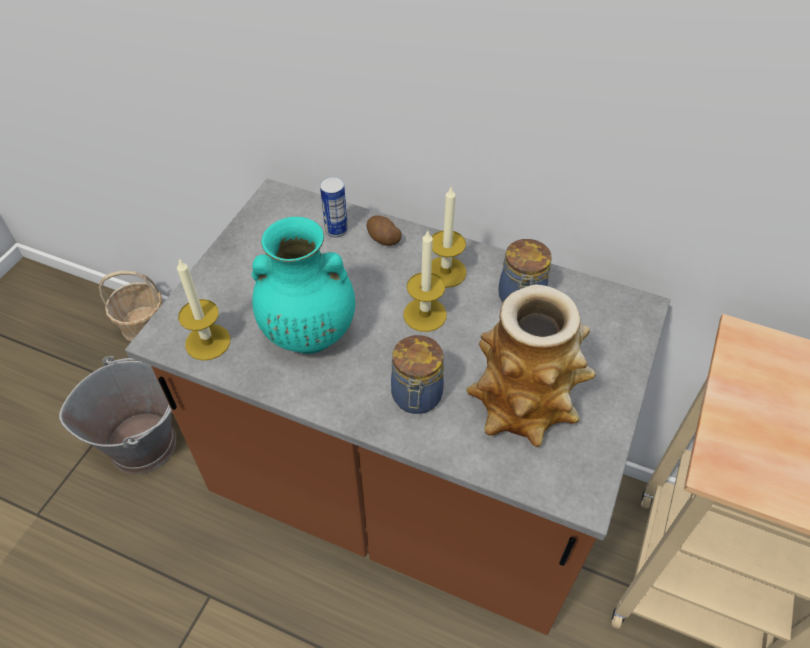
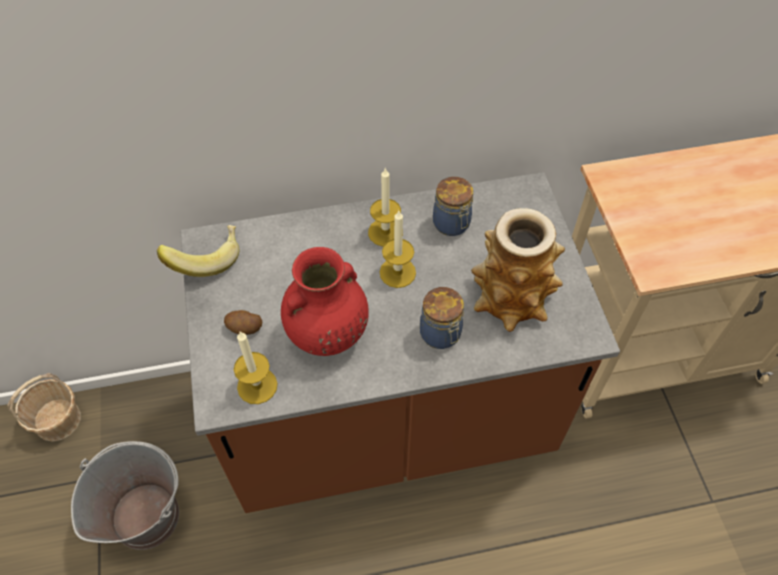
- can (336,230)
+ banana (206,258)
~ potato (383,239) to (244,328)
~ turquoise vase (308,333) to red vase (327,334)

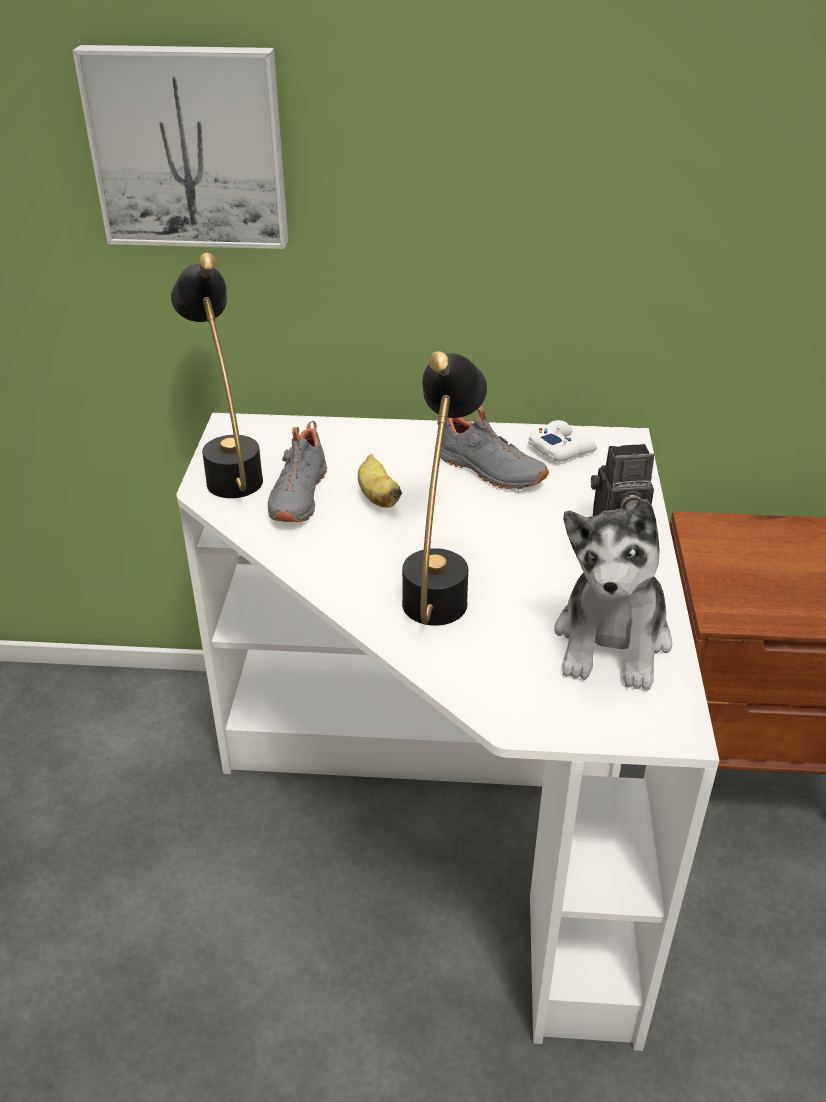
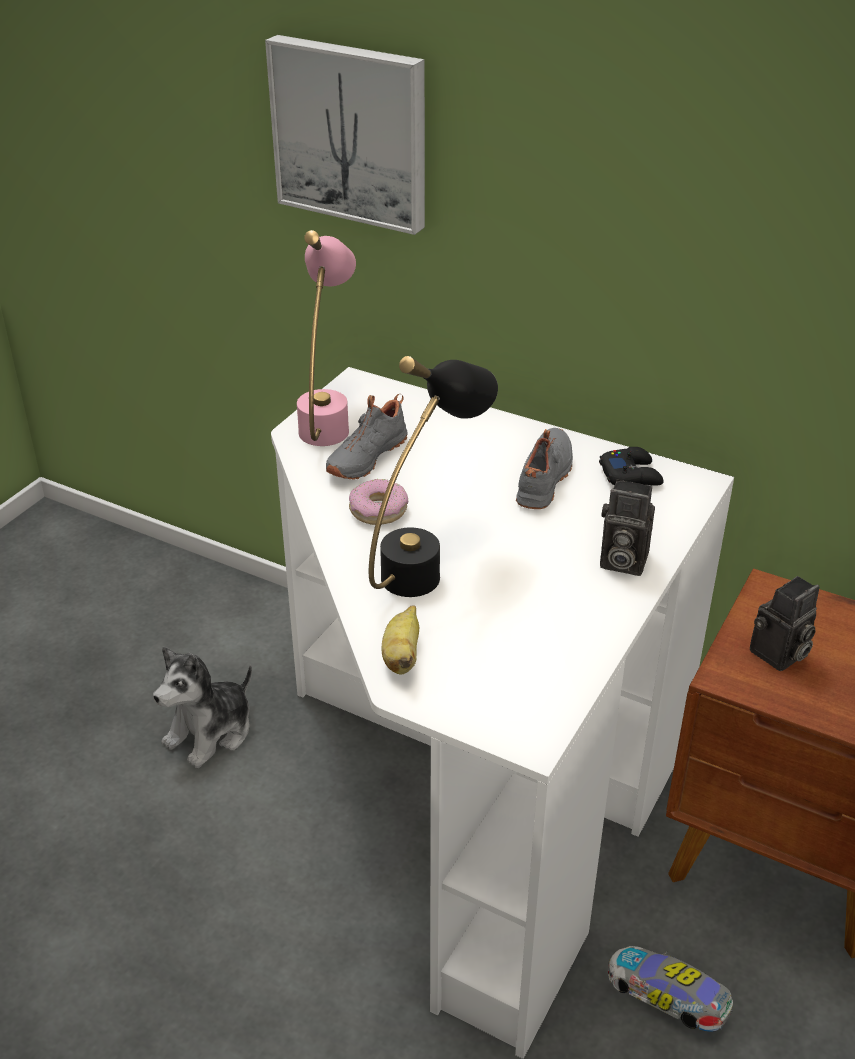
+ donut (378,510)
+ toy car (668,999)
+ photo camera (778,655)
~ banana (377,497) to (402,656)
~ plush toy (612,640) to (211,732)
~ black table lamp (229,468) to pink table lamp (328,419)
~ white game controller (561,448) to black game controller (631,475)
~ grey shoe (489,471) = (546,478) 135 degrees counterclockwise

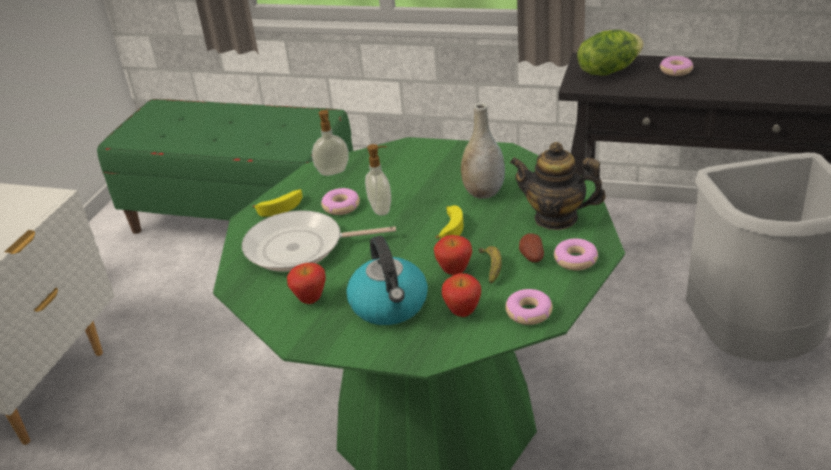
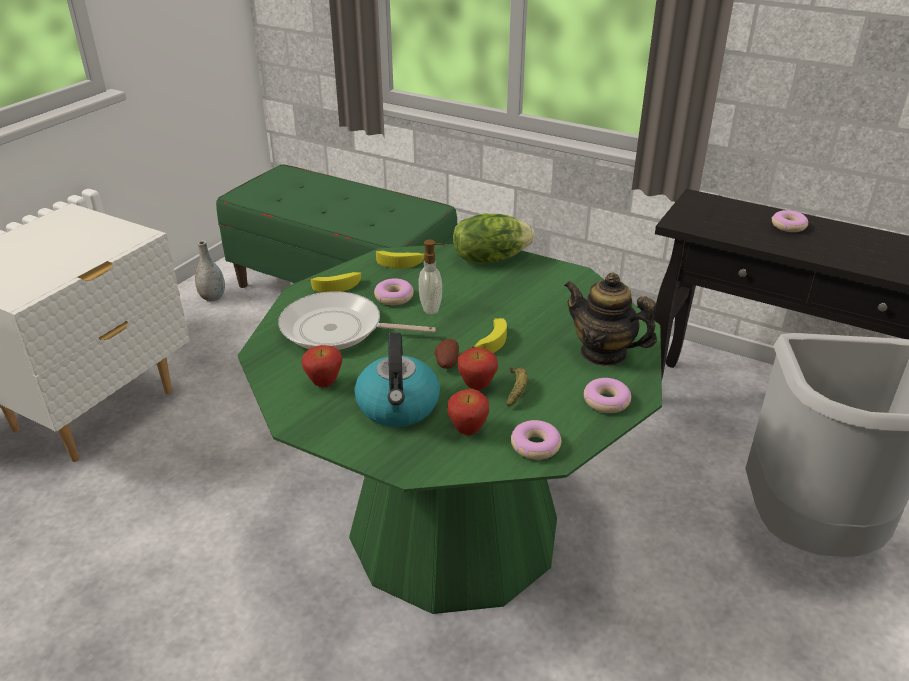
~ grey vase (484,193) to (212,297)
~ potato (531,257) to (446,363)
~ lettuce (608,70) to (490,258)
~ soap dispenser (333,172) to banana (401,262)

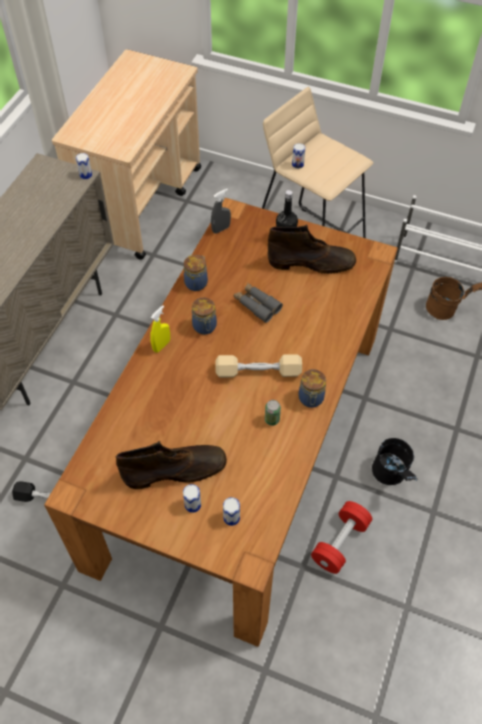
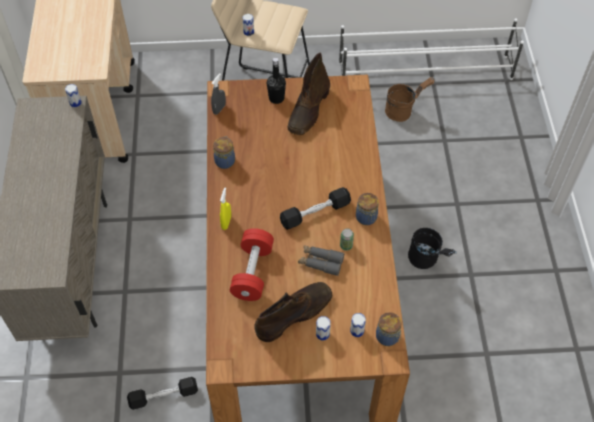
~ jar (205,327) to (388,337)
~ grey binoculars (257,305) to (320,262)
~ red dumbbell (340,542) to (252,272)
~ beige dumbbell (258,372) to black dumbbell (315,213)
~ brown boot (312,263) = (308,110) 135 degrees clockwise

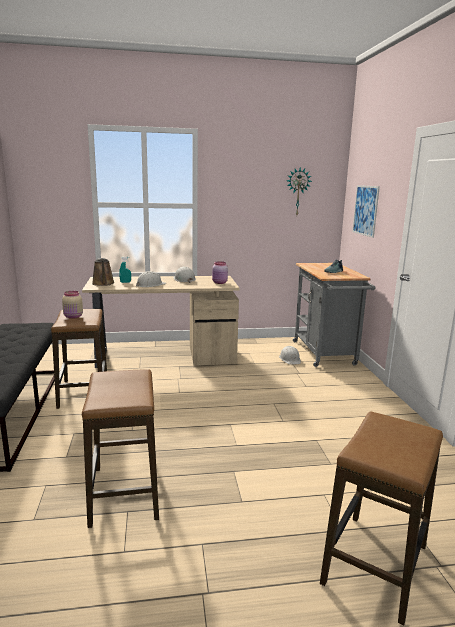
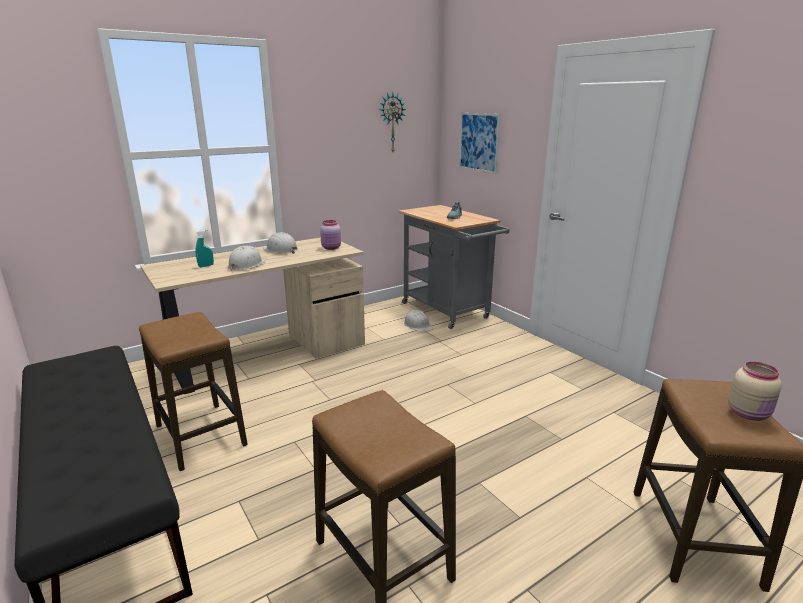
- brown watering can (103,284)
~ beige jar (73,317) to (749,414)

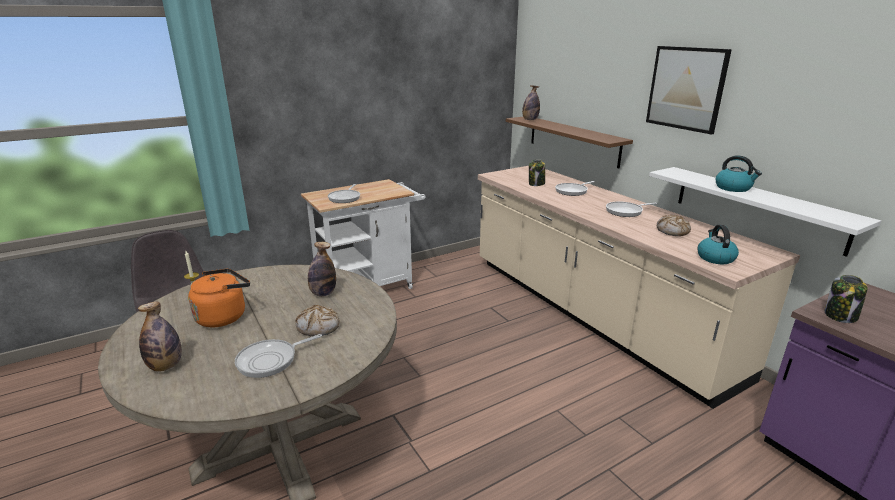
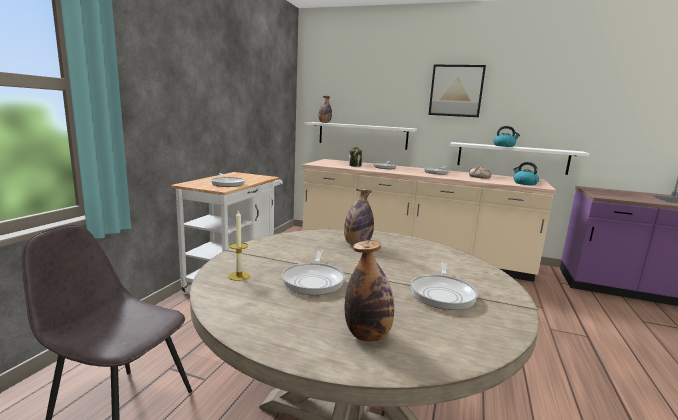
- bread (318,327)
- jar (840,316)
~ orange kettle (224,316) to frying pan (314,280)
~ brown shelf (573,140) to white shelf (362,135)

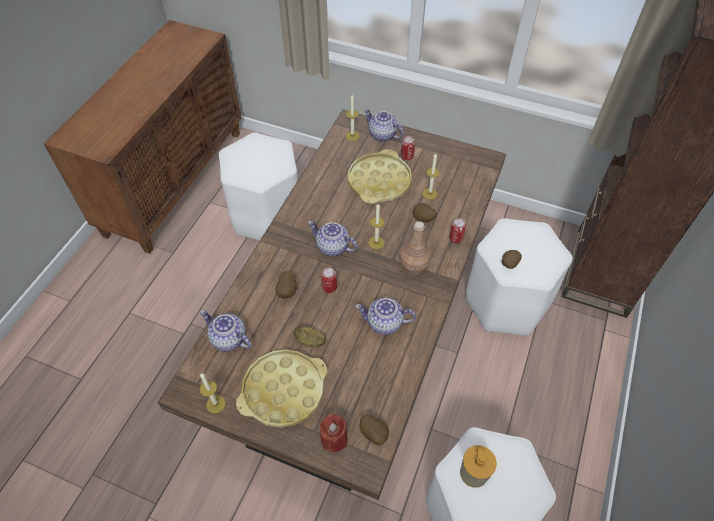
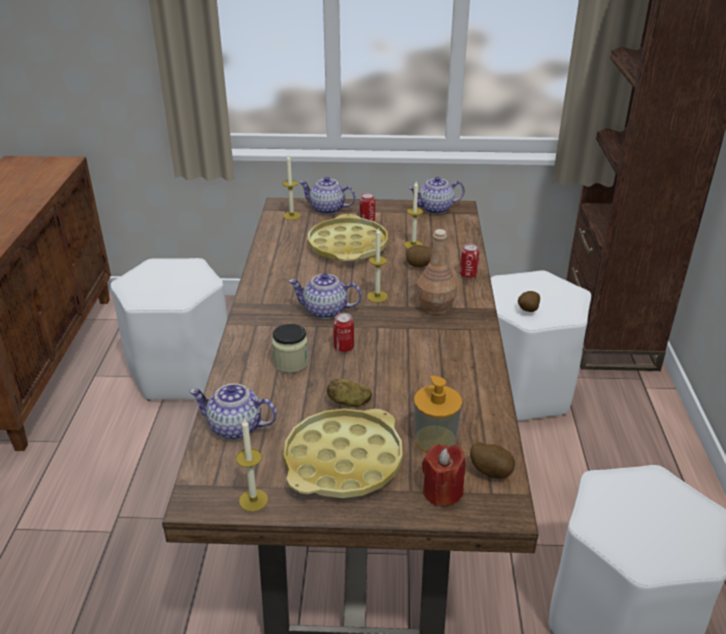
~ teapot (385,323) to (436,209)
~ soap dispenser (474,473) to (435,440)
~ potato (287,291) to jar (291,363)

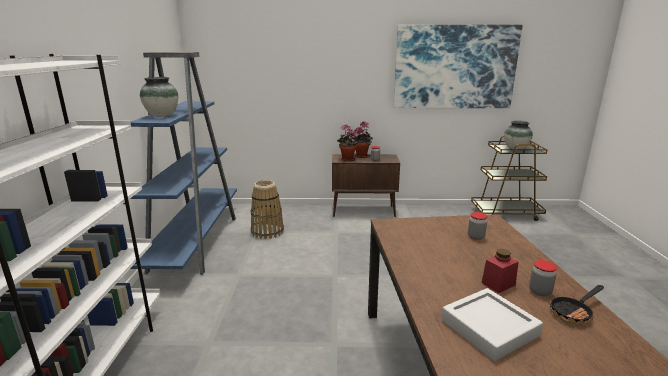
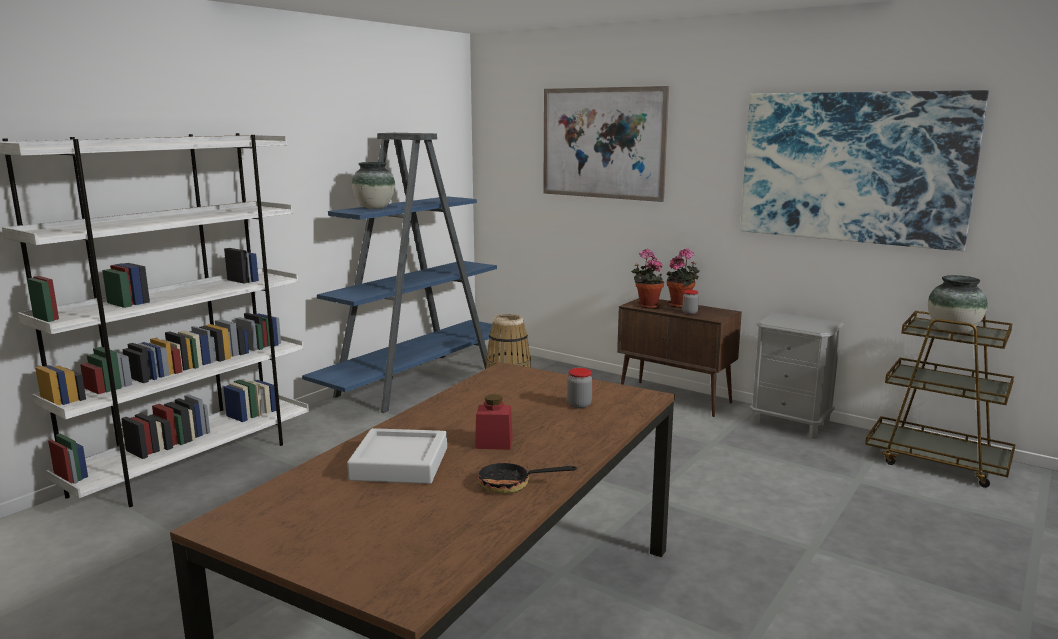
- jar (540,291)
+ picture (602,143)
+ grey nightstand (790,424)

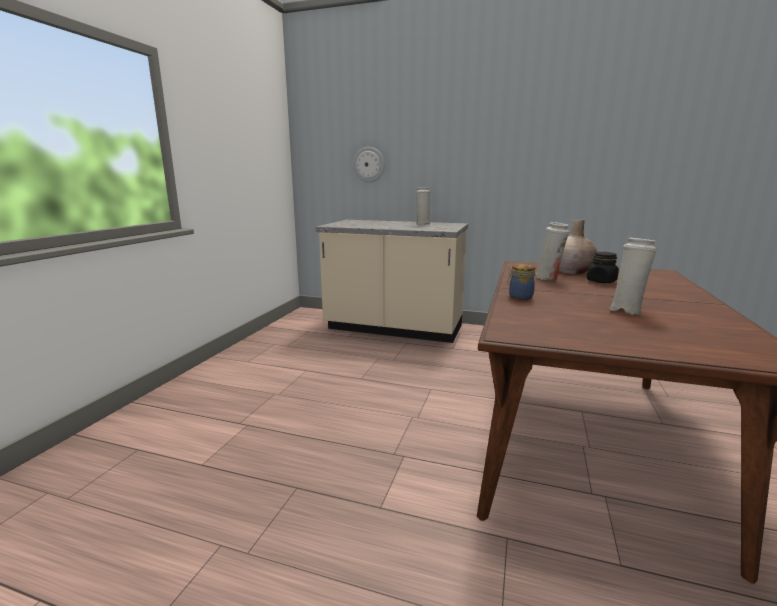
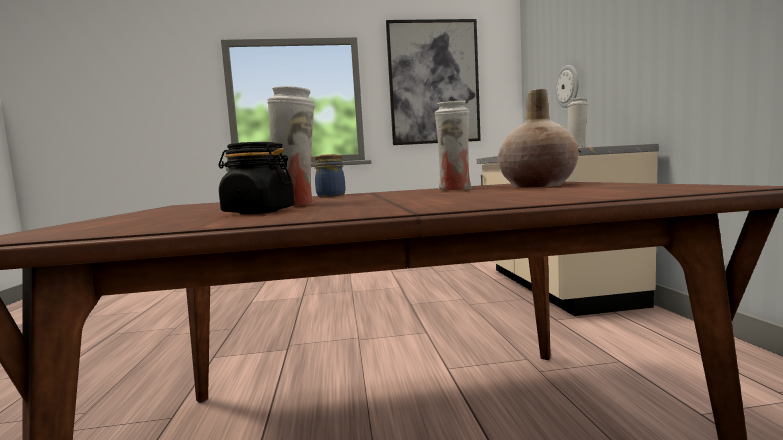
+ picture (433,83)
~ black jar (601,281) to (258,212)

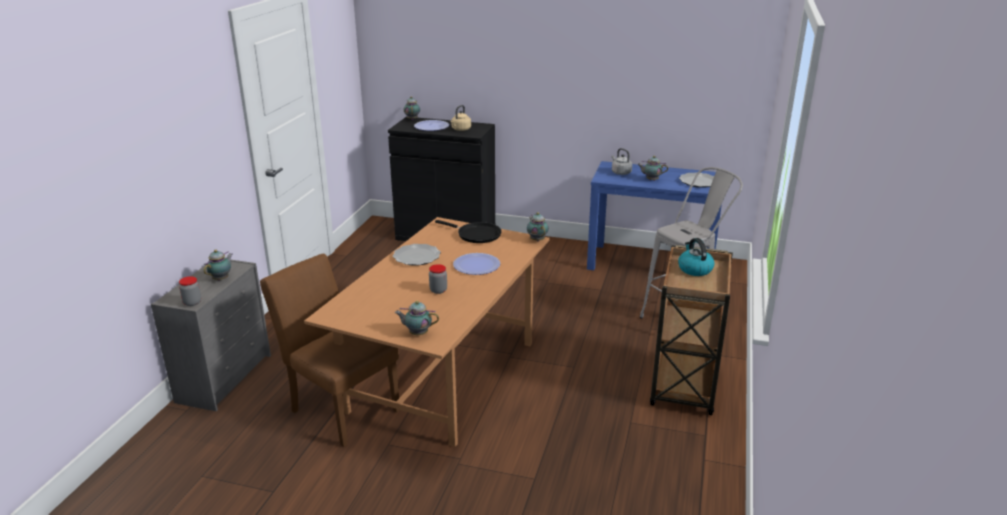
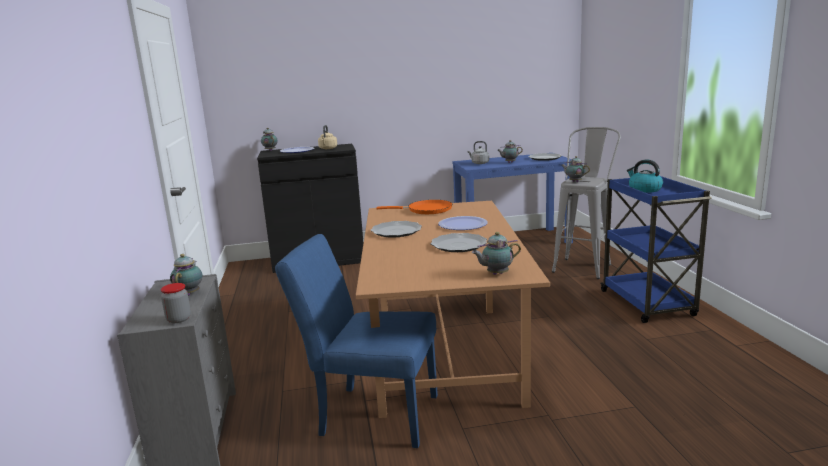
~ teapot (537,239) to (574,181)
~ jar (438,290) to plate (459,245)
~ brown chair (339,407) to blue chair (370,414)
~ black frying pan (476,235) to orange frying pan (426,210)
~ brown cart (684,386) to blue cart (648,304)

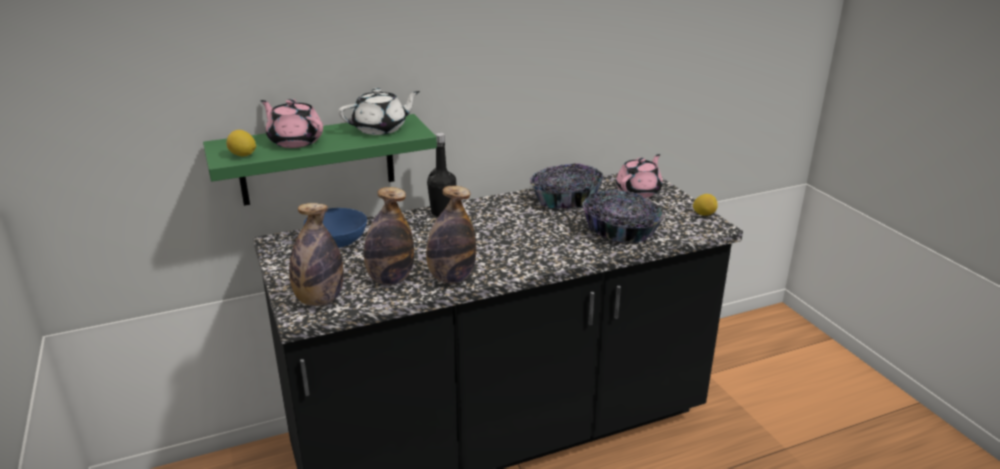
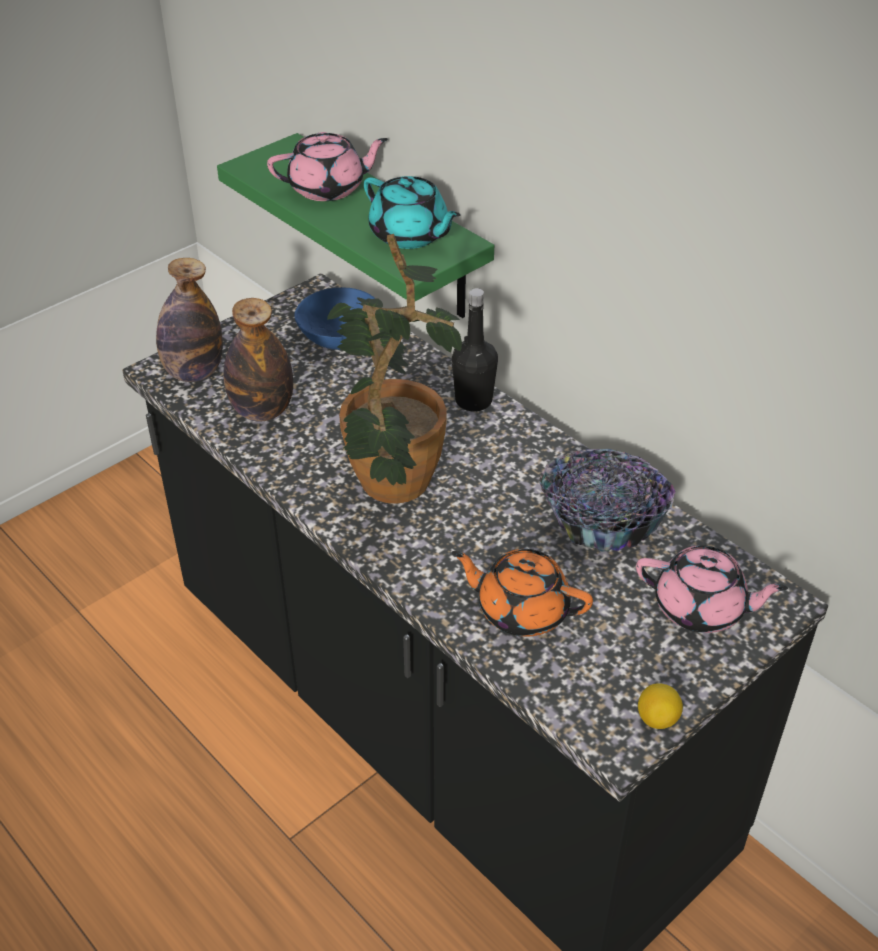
- lemon (243,155)
- bottle (451,278)
+ potted plant (389,492)
~ bowl (620,231) to orange teapot (521,610)
~ white teapot (381,129) to turquoise teapot (410,235)
~ pink teapot (295,141) = (328,188) 60 degrees clockwise

